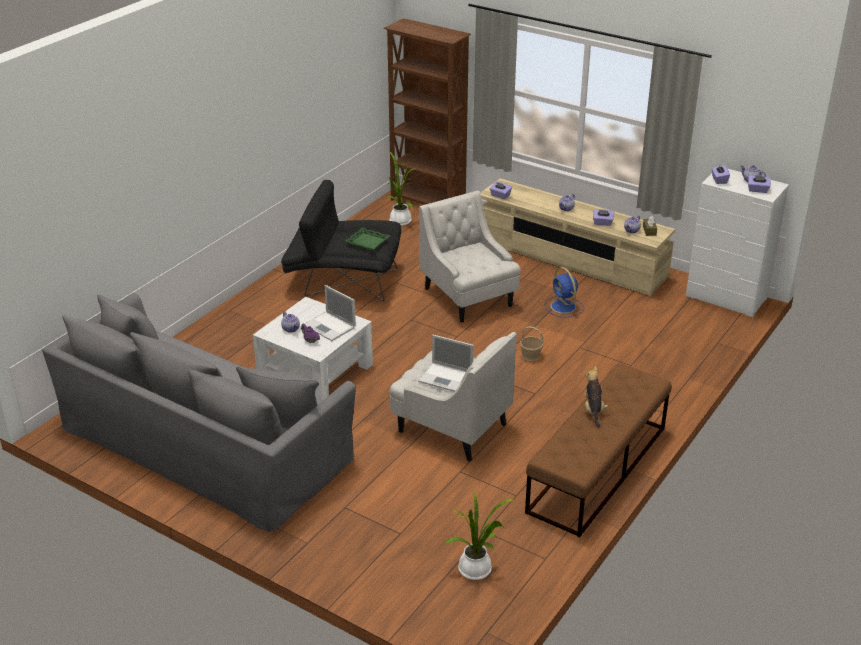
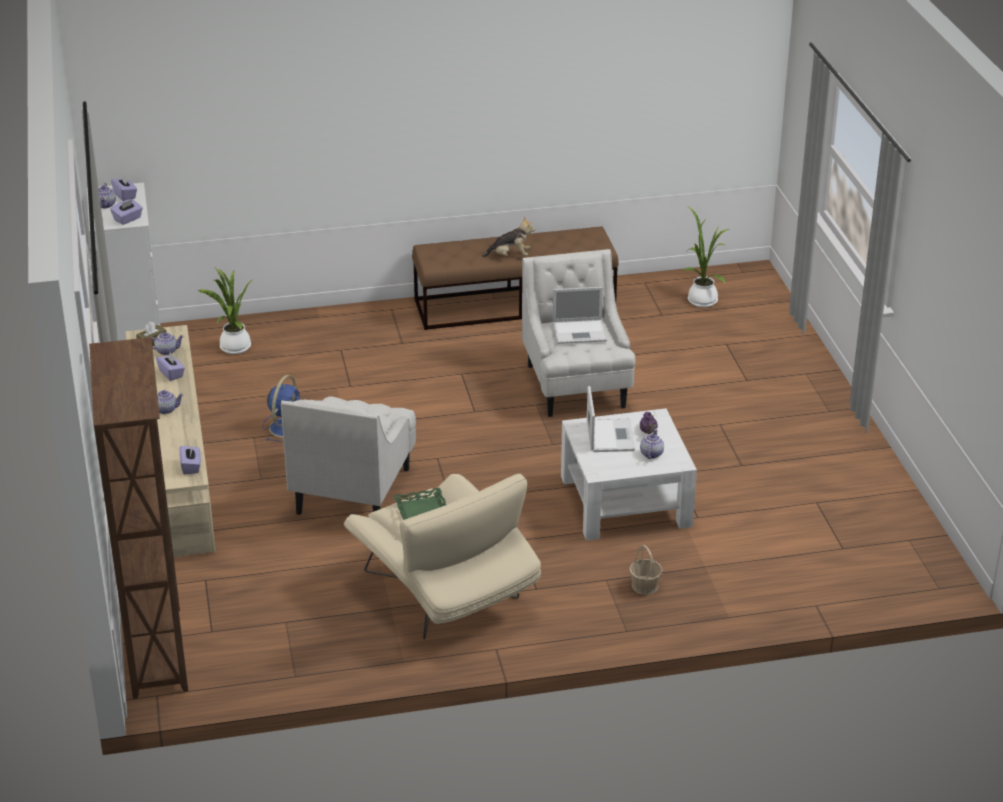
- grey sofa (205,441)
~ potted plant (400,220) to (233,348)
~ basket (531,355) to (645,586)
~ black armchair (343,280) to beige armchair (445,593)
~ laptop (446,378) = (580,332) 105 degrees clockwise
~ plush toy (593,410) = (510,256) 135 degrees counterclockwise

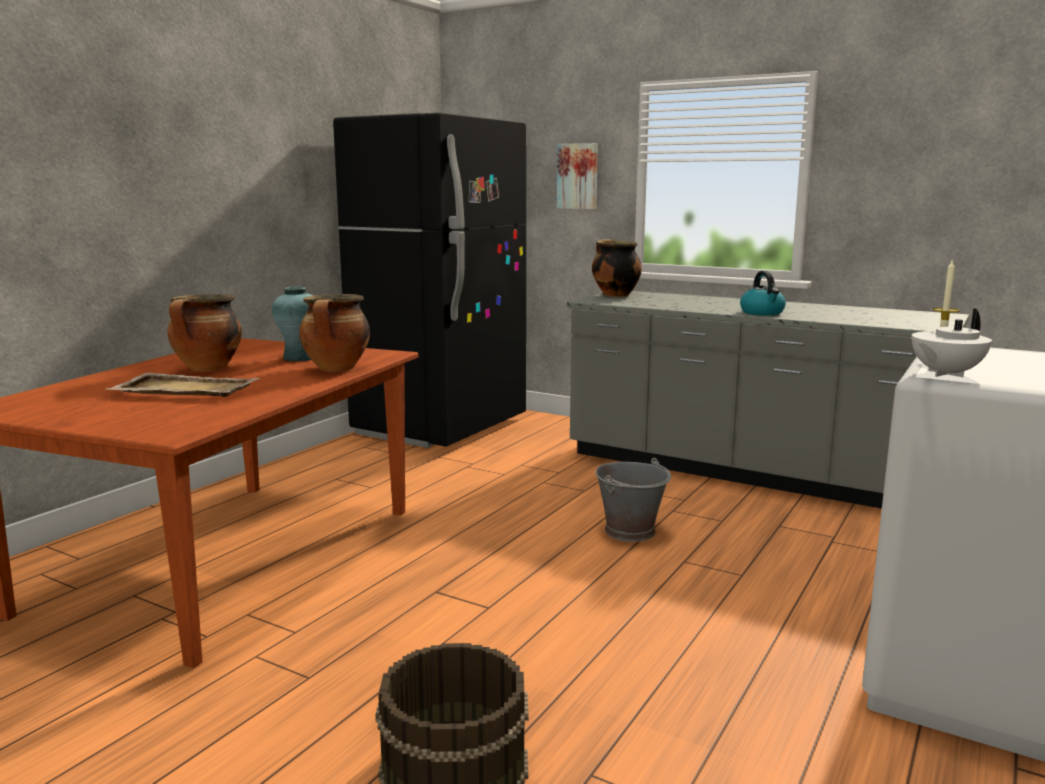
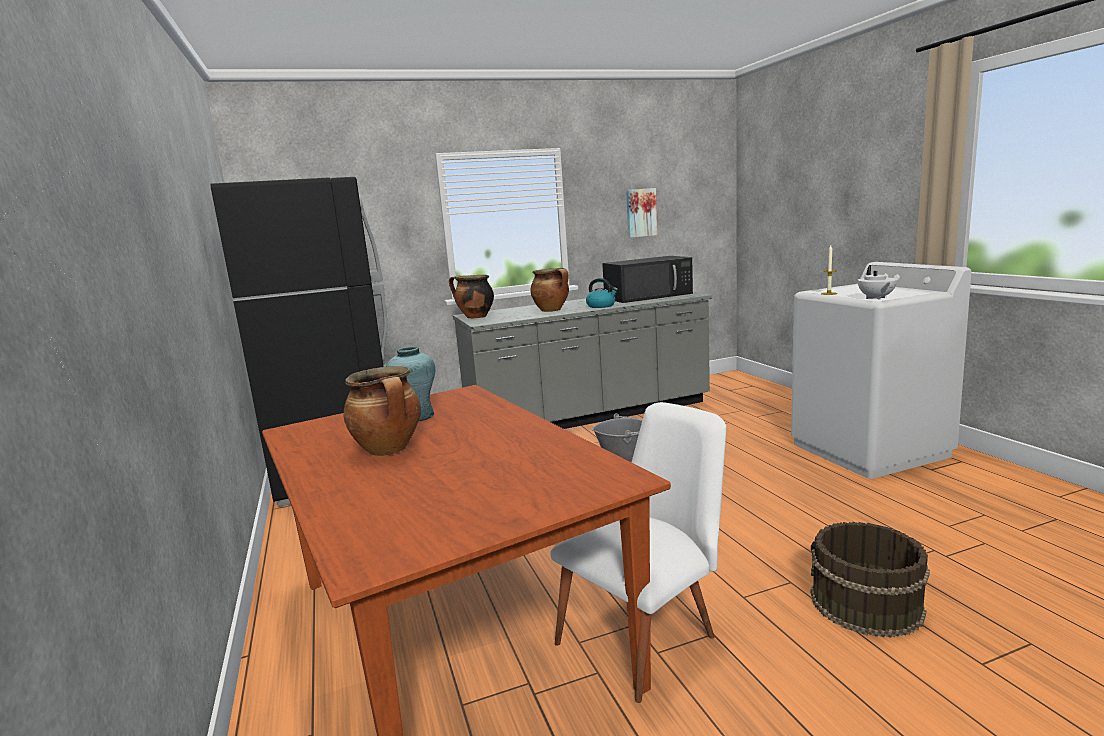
- beige tray (184,389)
+ white chair (648,634)
+ black microwave (649,296)
~ cooking pot (337,369) to (552,310)
~ picture (578,176) to (640,213)

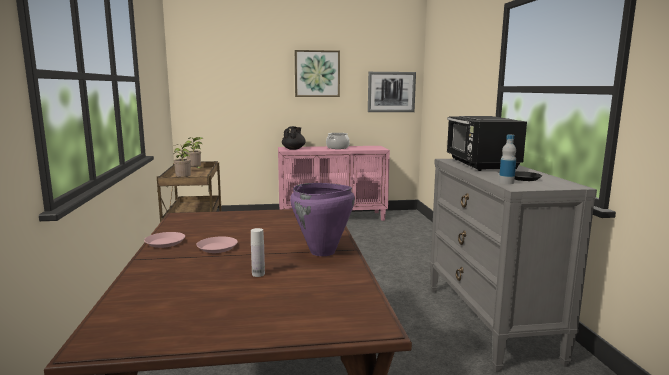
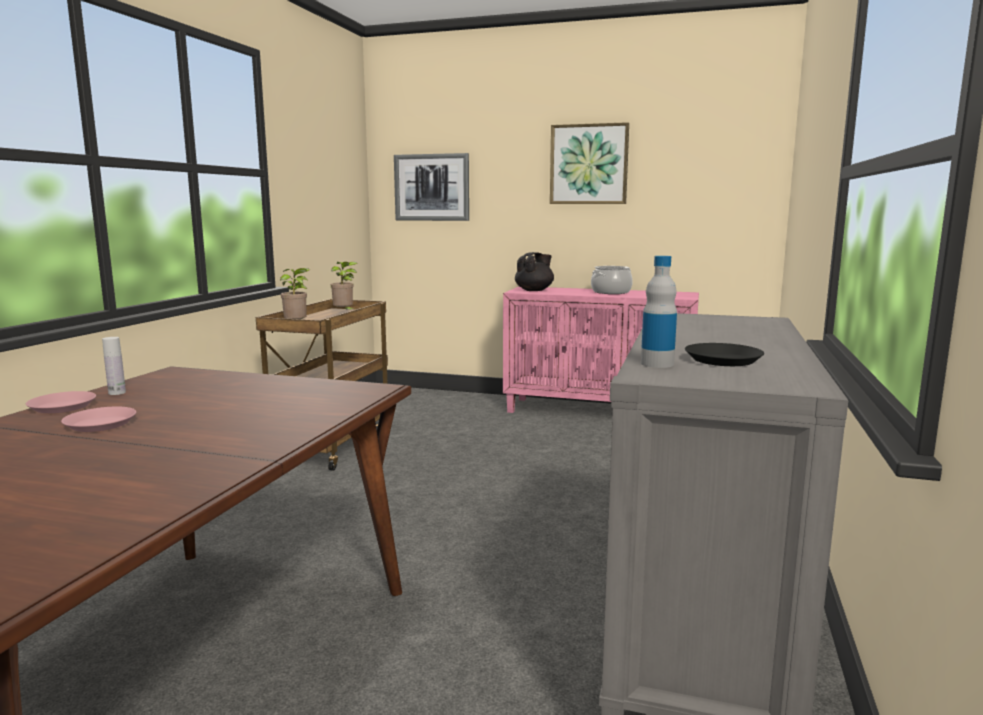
- purple cooking pot (322,252)
- black microwave (481,165)
~ white bottle (258,274) to (117,393)
~ picture (391,92) to (432,187)

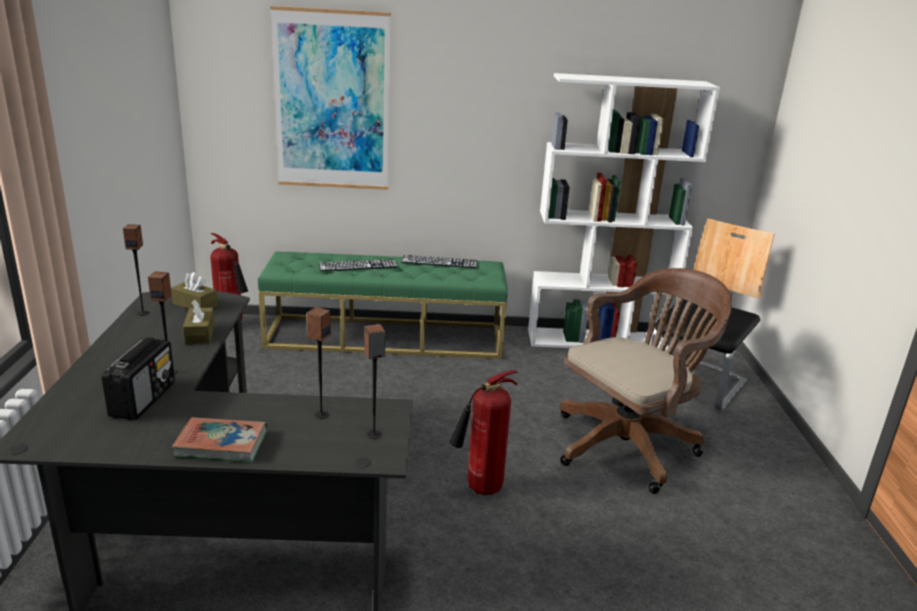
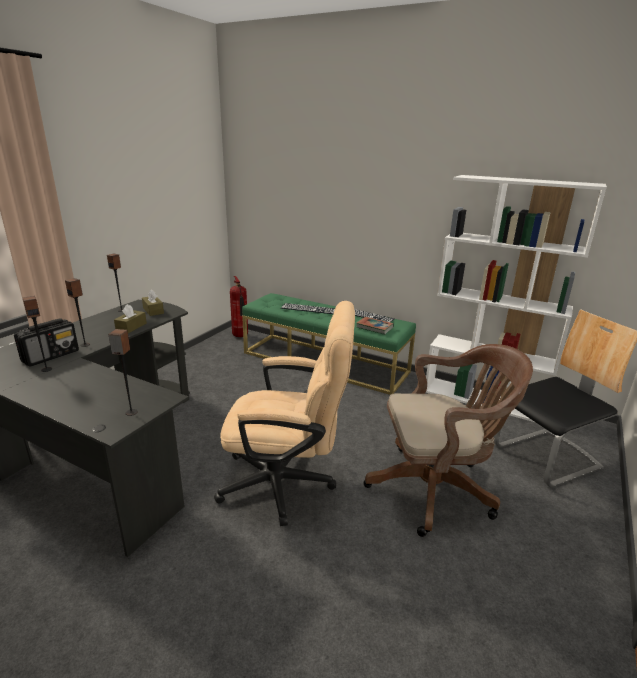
- picture (332,101)
~ book (221,444) to (374,328)
~ speaker (321,415) to (46,369)
~ fire extinguisher (480,490) to beige office chair (287,484)

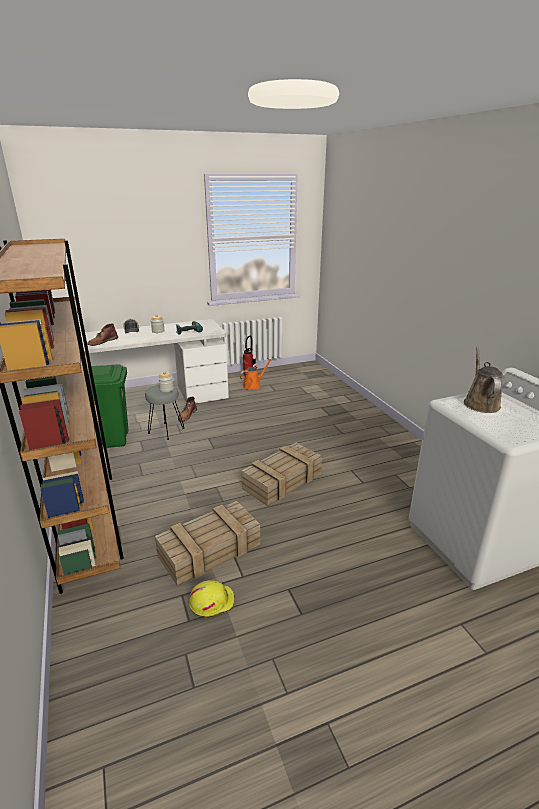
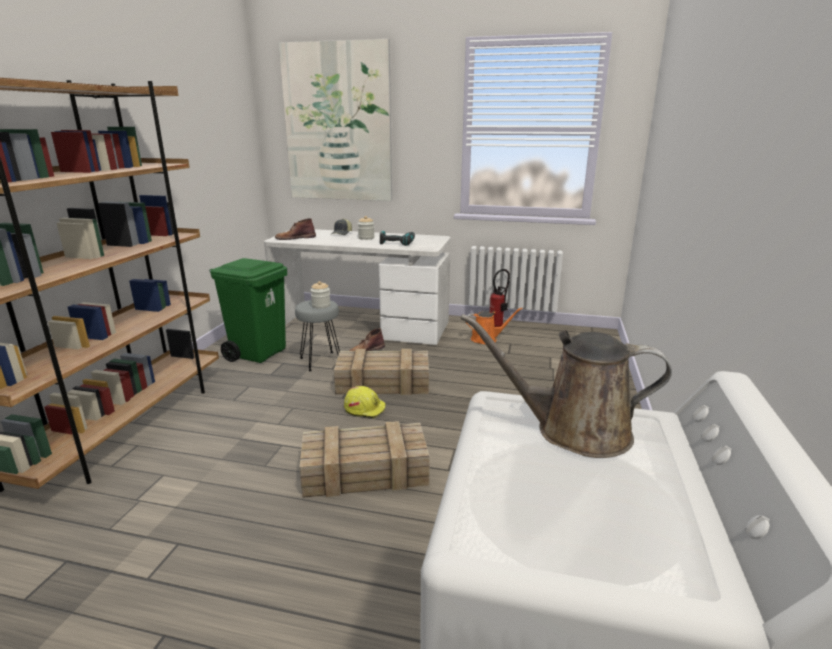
+ picture (337,124)
~ crate (211,549) to (384,383)
~ yellow hard hat (212,602) to (365,408)
~ brown watering can (480,403) = (573,431) 120 degrees counterclockwise

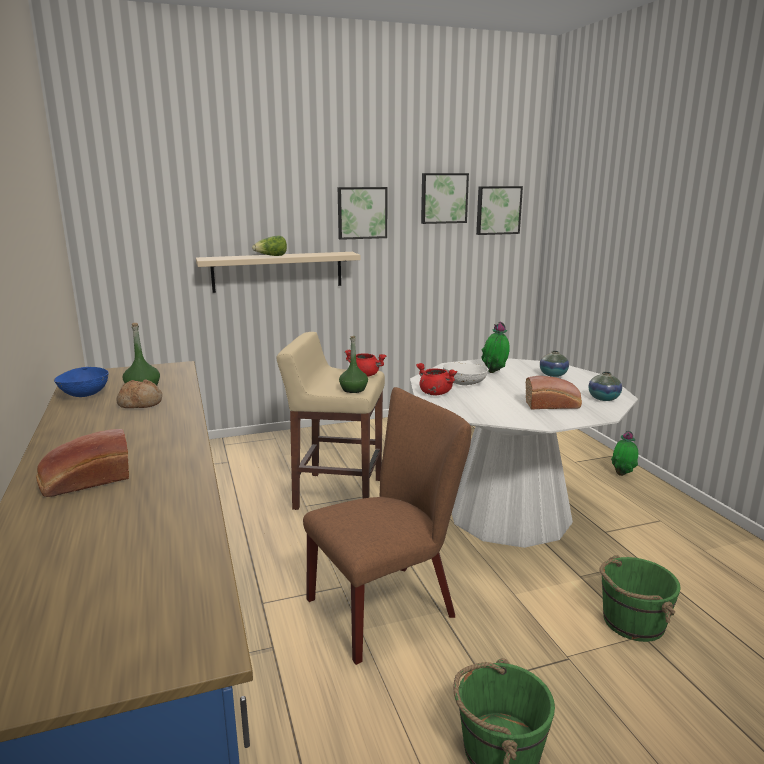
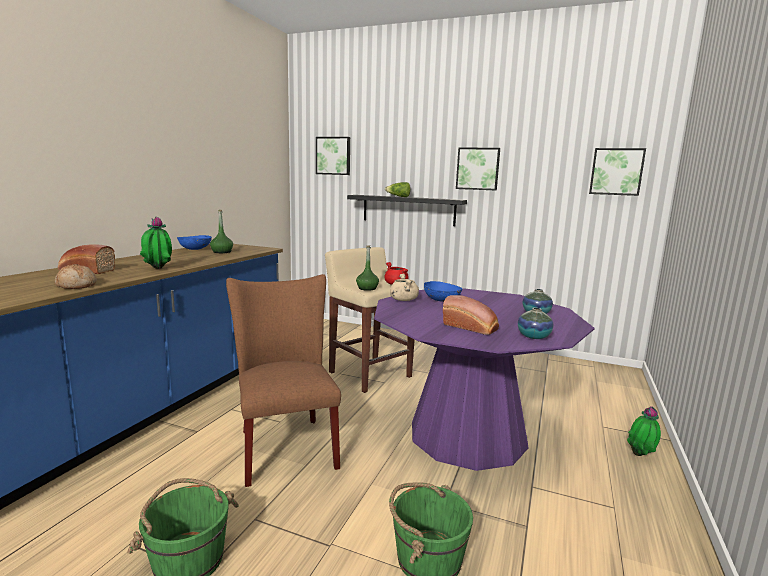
~ bread (141,403) to (77,285)
~ picture (443,198) to (333,156)
~ potted plant (494,373) to (158,269)
~ beige shelf (277,271) to black shelf (408,210)
~ white dining table (509,513) to purple dining table (467,434)
~ red cooking pot (434,393) to beige cooking pot (403,300)
~ white bowl (464,383) to blue bowl (442,300)
~ brown chair (389,605) = (285,445) 120 degrees counterclockwise

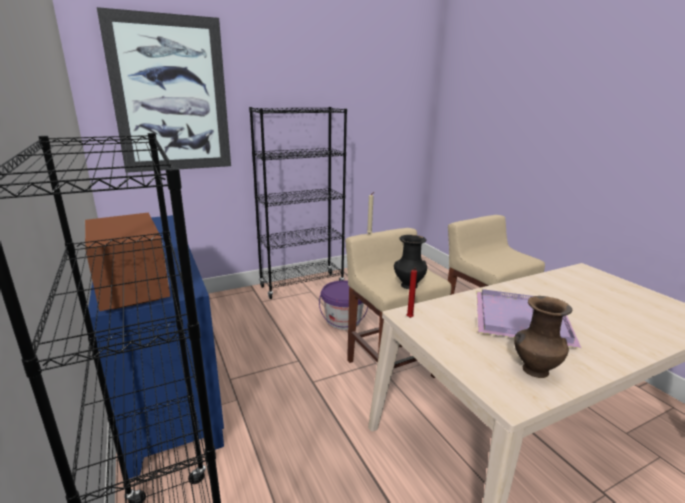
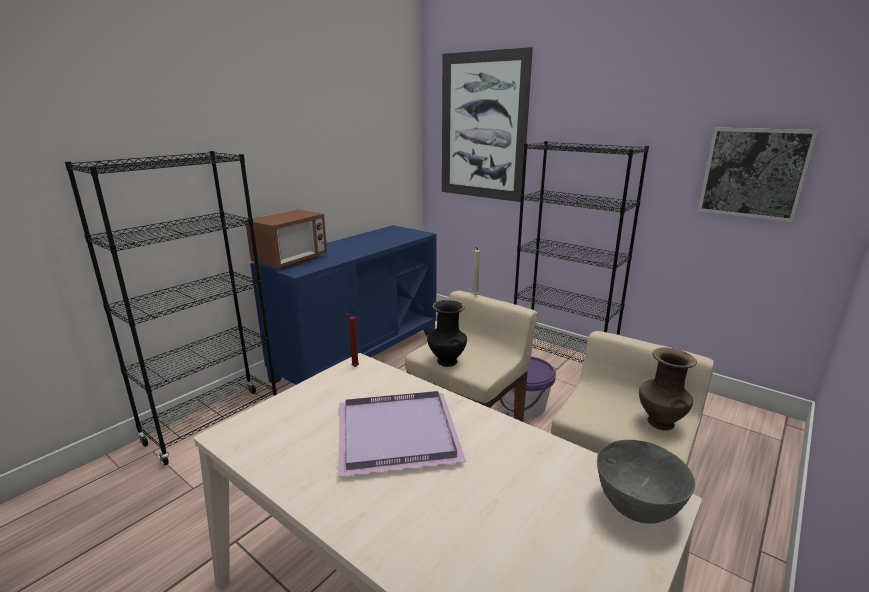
+ grey bowl (637,508)
+ picture (753,173)
~ brown vase (534,370) to (659,422)

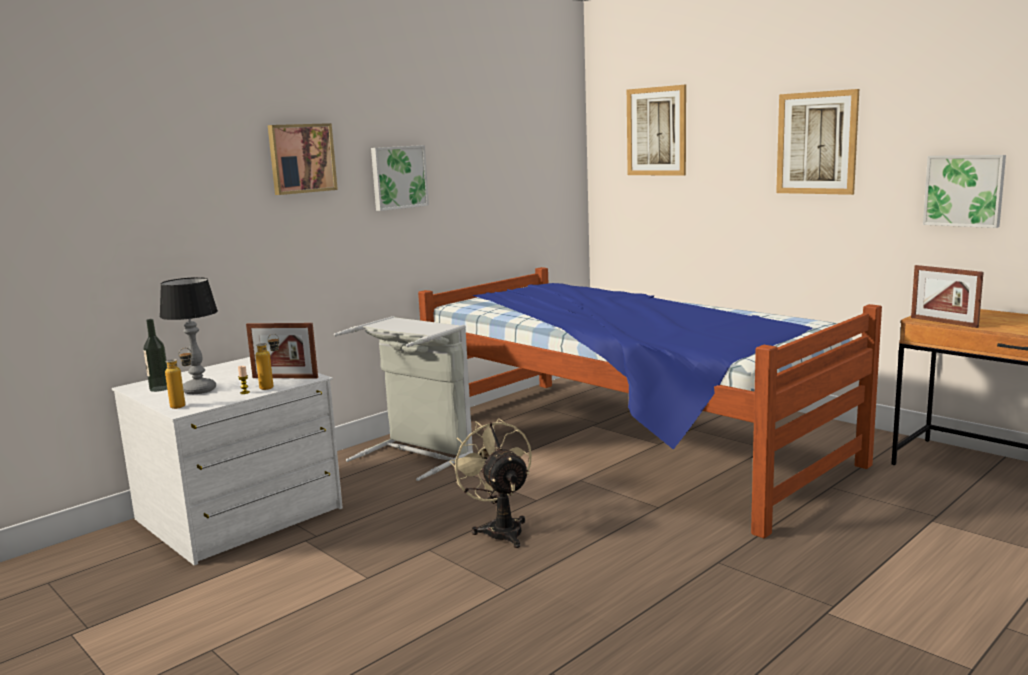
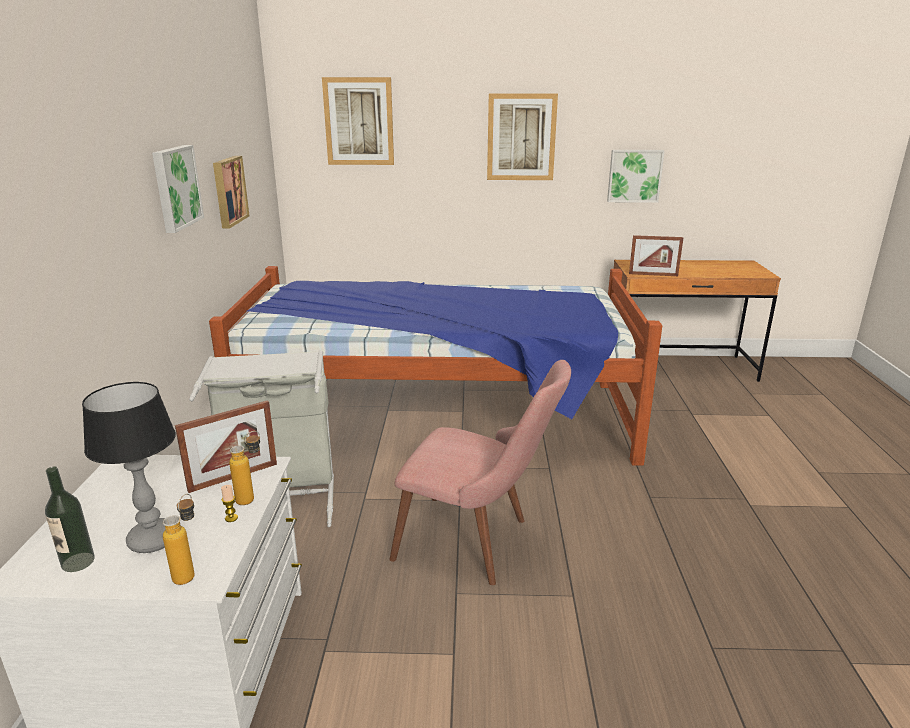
~ picture (301,158) to (228,191)
~ beige fan (500,529) to pink chair (478,542)

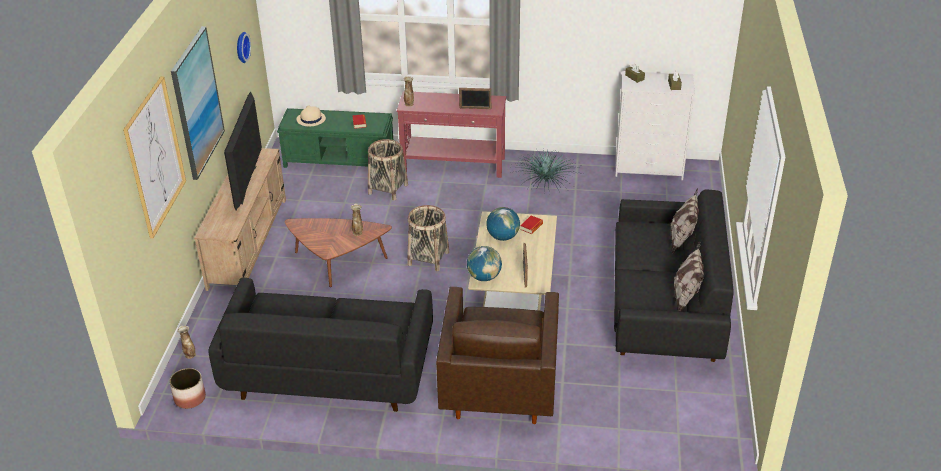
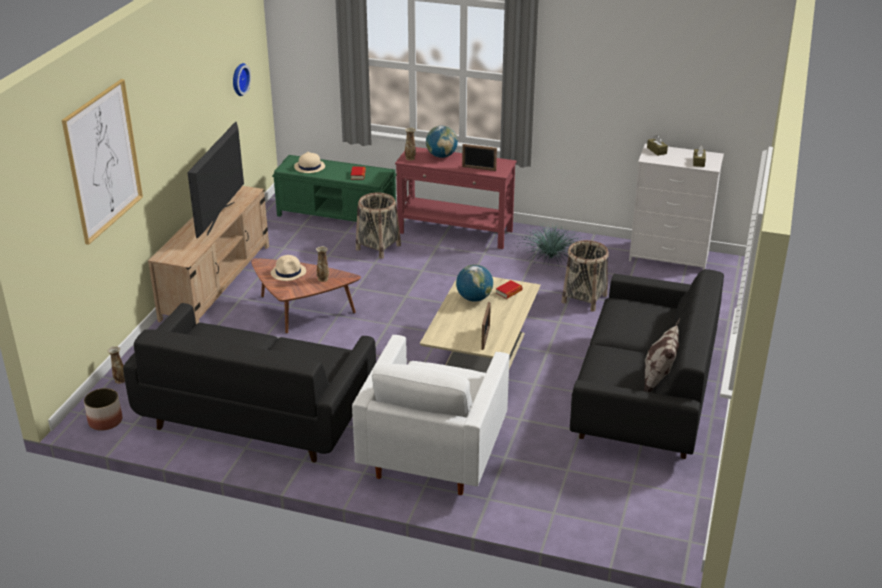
- picture (197,103)
- pillow (682,239)
+ beige hat (288,272)
~ basket (428,258) to (584,298)
~ globe (484,277) to (441,156)
~ brown armchair (499,387) to white armchair (433,453)

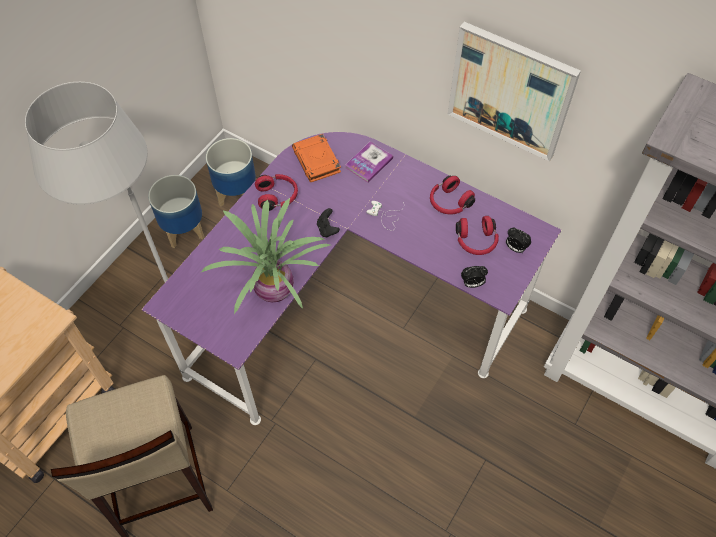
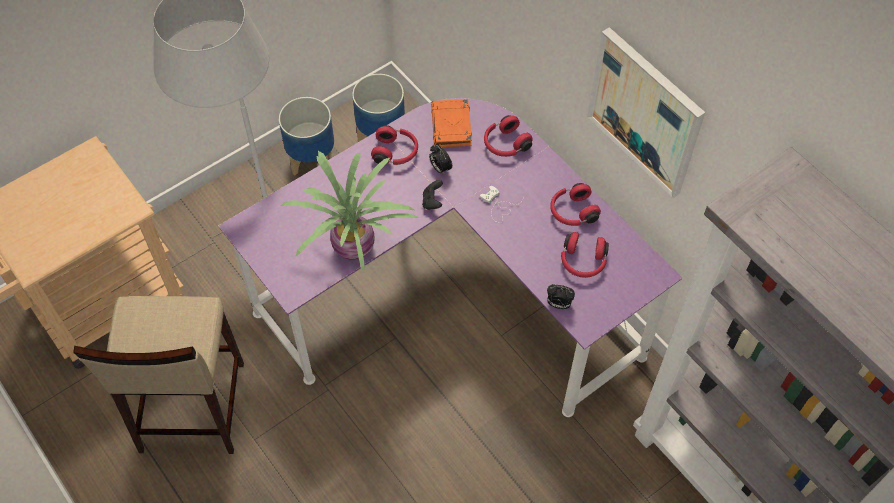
~ alarm clock (515,248) to (440,168)
~ book (369,163) to red headphones (505,144)

